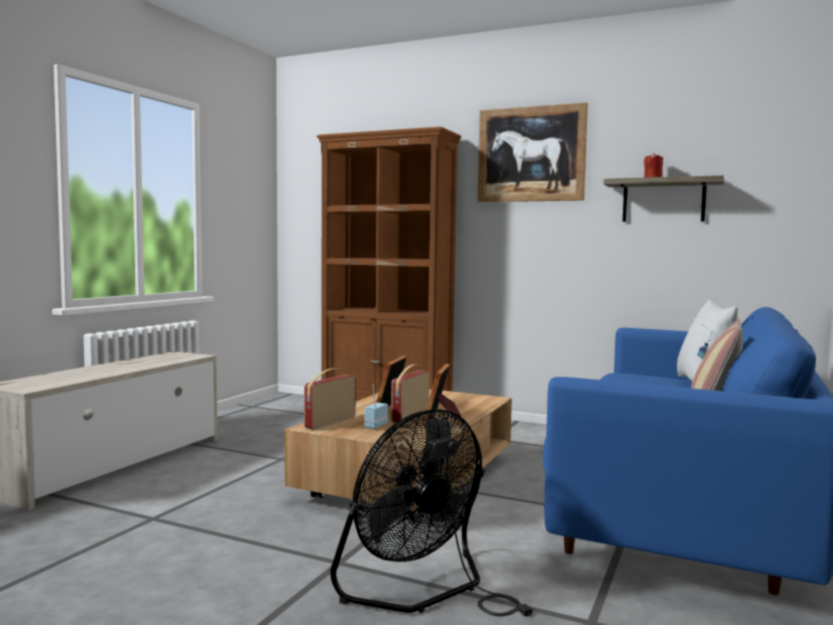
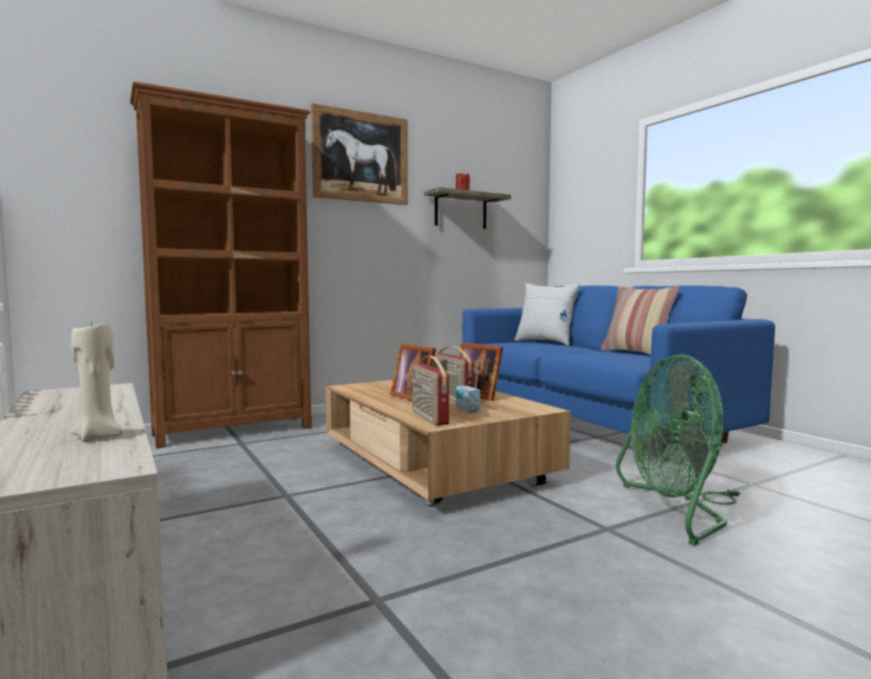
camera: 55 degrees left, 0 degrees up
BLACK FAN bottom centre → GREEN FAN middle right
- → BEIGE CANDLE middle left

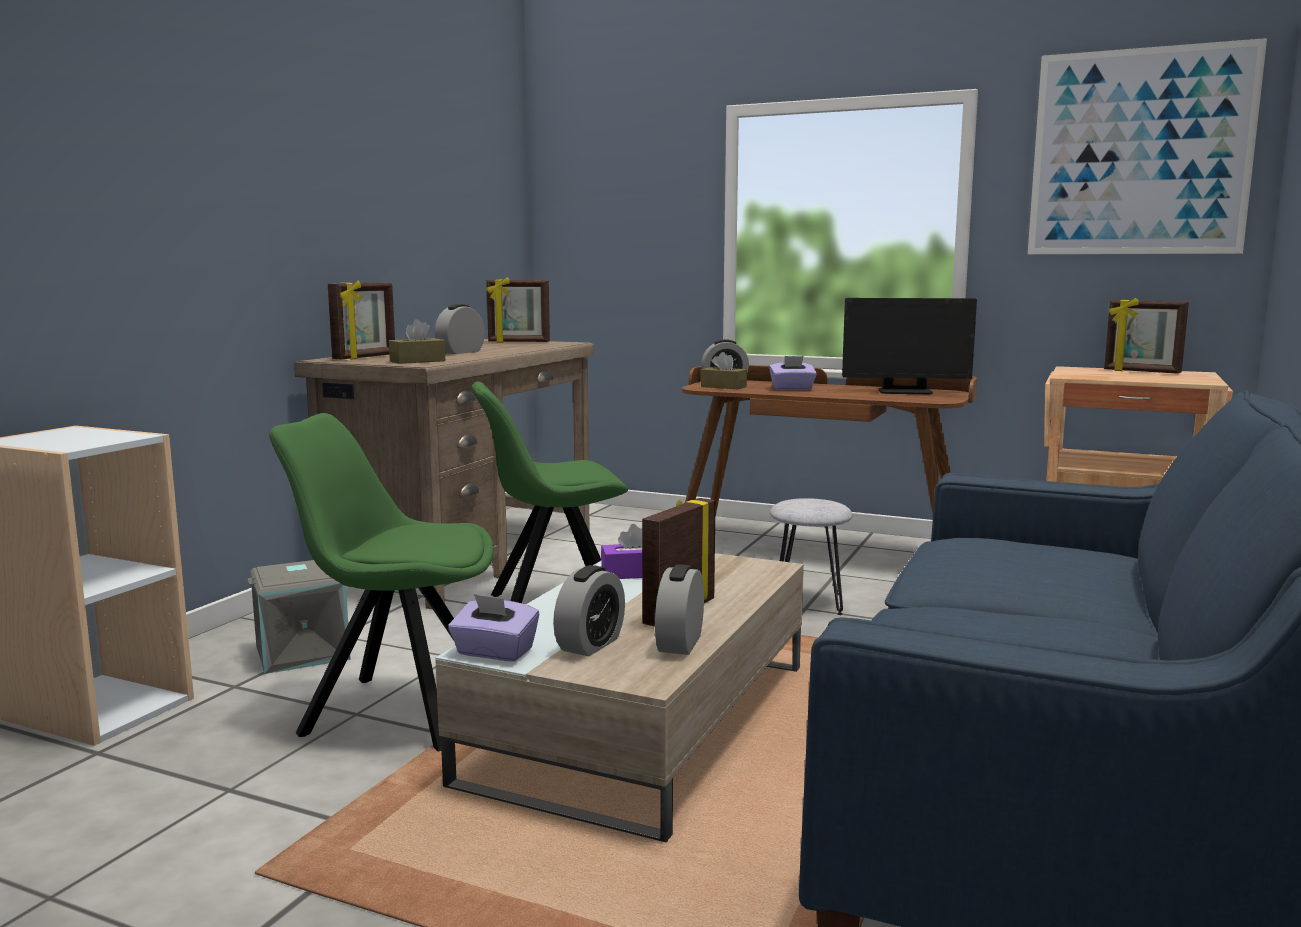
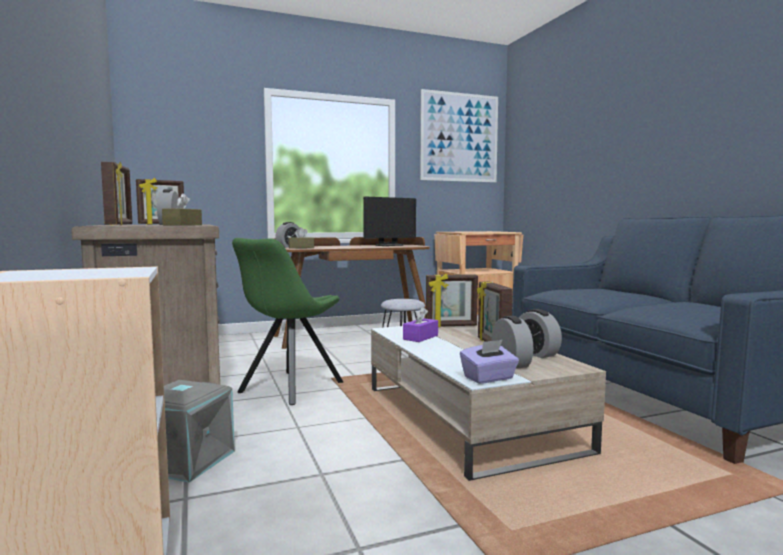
camera: 45 degrees left, 5 degrees down
PICTURE FRAME (no. 4 from left in the first image) middle right → PICTURE FRAME (no. 3 from left) centre, shifted
PURPLE TISSUE BOX (no. 3 from left) centre → -
GREEN CHAIR (no. 1 from left) middle left → -

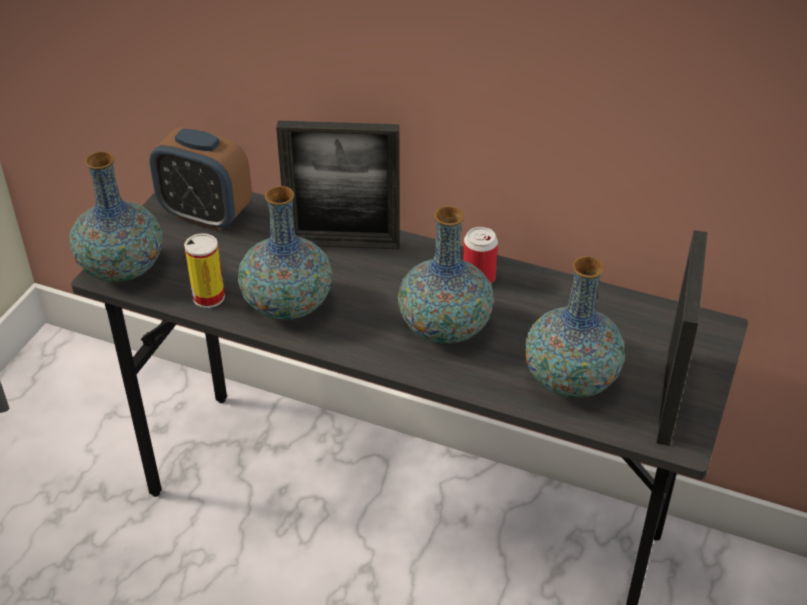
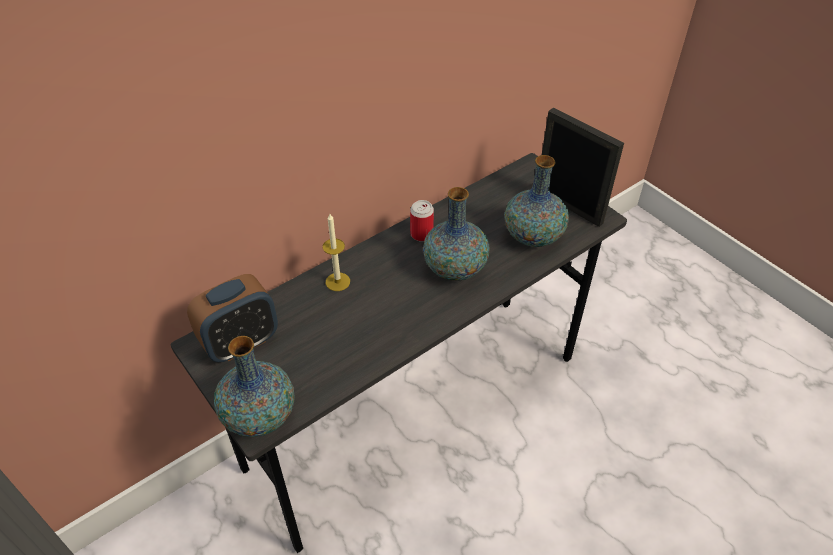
camera: 60 degrees left, 5 degrees up
PICTURE FRAME (no. 1 from left) top centre → CANDLE centre
VASE (no. 2 from left) centre → -
CAN (no. 1 from left) middle left → -

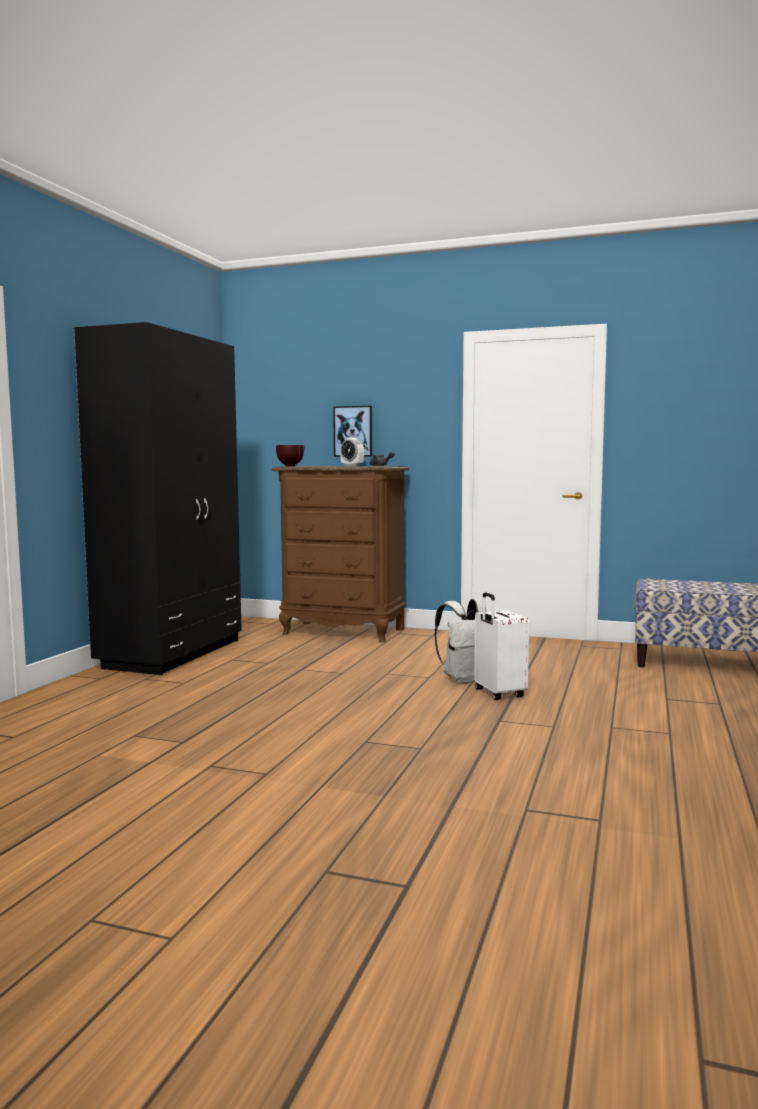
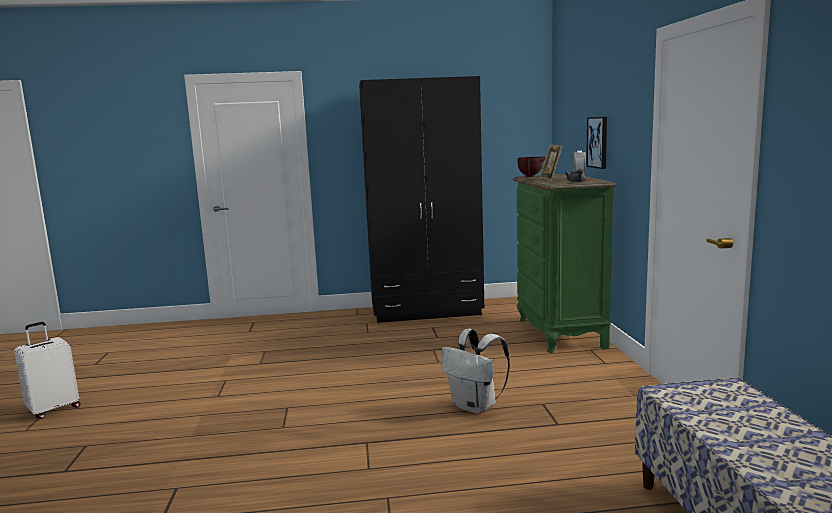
camera: 65 degrees right, 5 degrees up
BROWN DRESSER centre → GREEN DRESSER middle right
WHITE SUITCASE centre → WHITE SUITCASE bottom left, shifted
- → PICTURE FRAME top centre

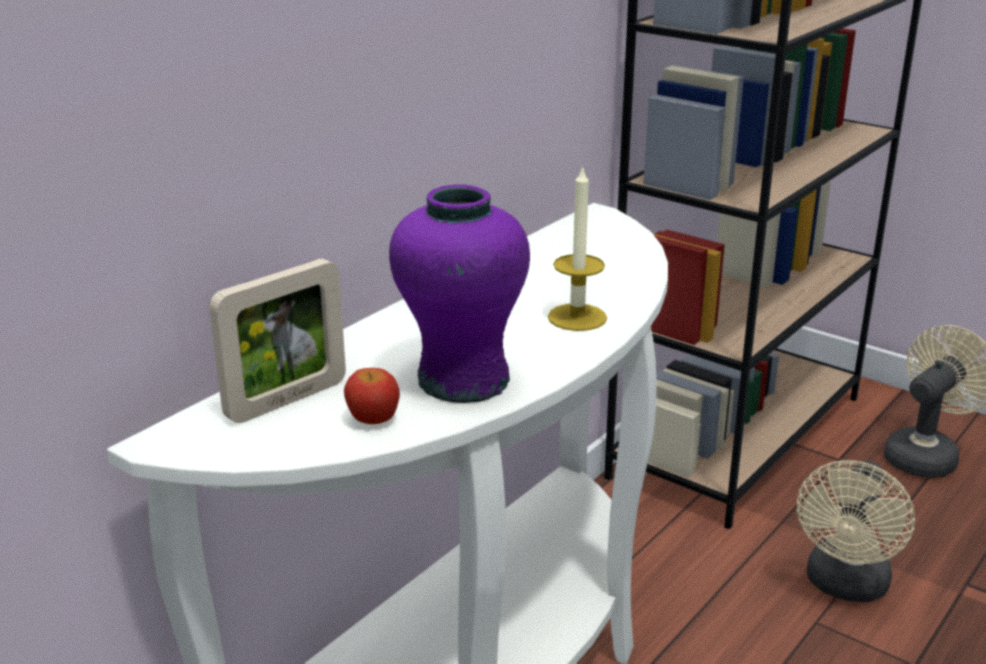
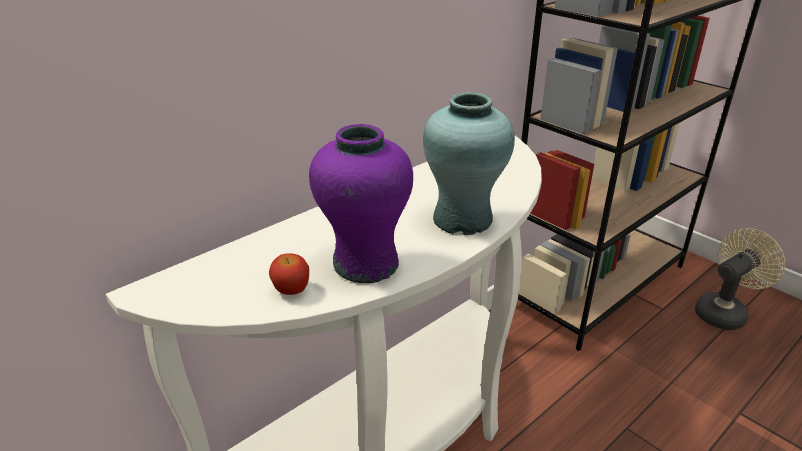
camera: 10 degrees right, 5 degrees up
CANDLE centre → TURQUOISE VASE centre
PICTURE FRAME middle left → -
BEIGE FAN (no. 1 from left) bottom right → -

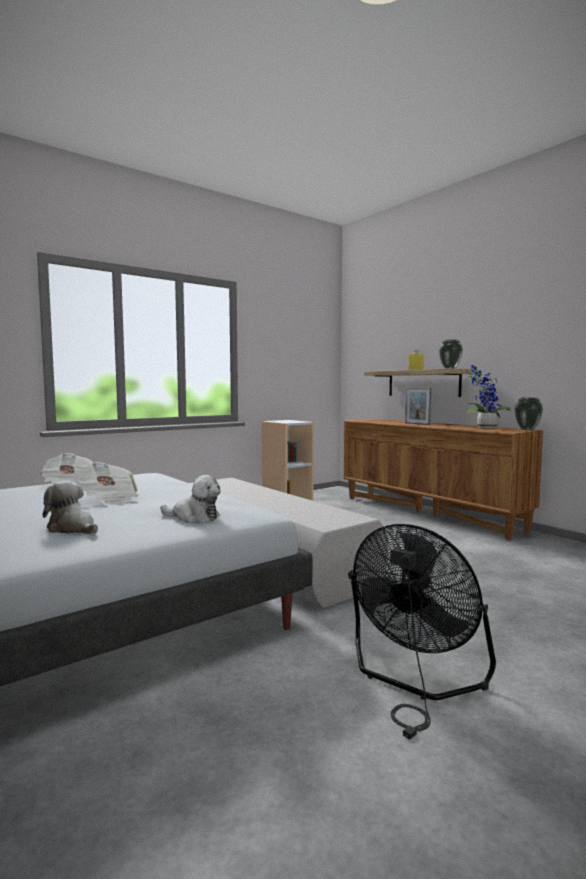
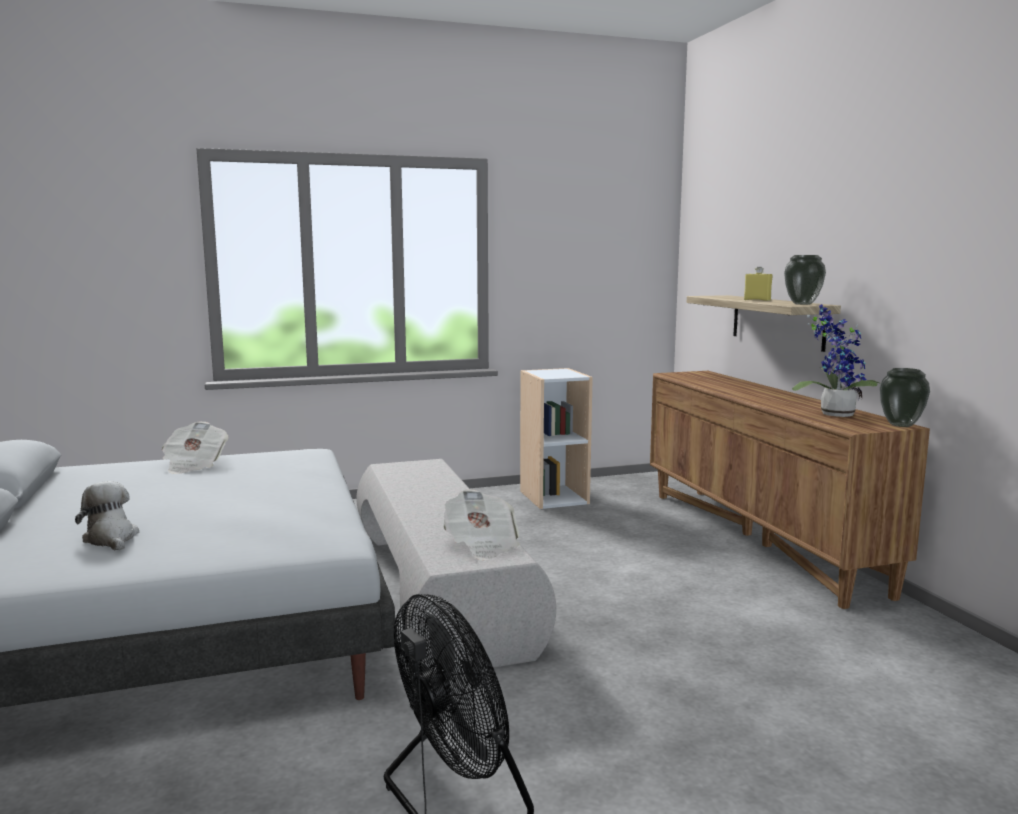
camera: 20 degrees right, 5 degrees up
PICTURE FRAME middle right → -
NEWSPAPER (no. 2 from left) middle left → NEWSPAPER (no. 2 from left) centre, shifted
PLUSH TOY (no. 2 from left) middle left → -

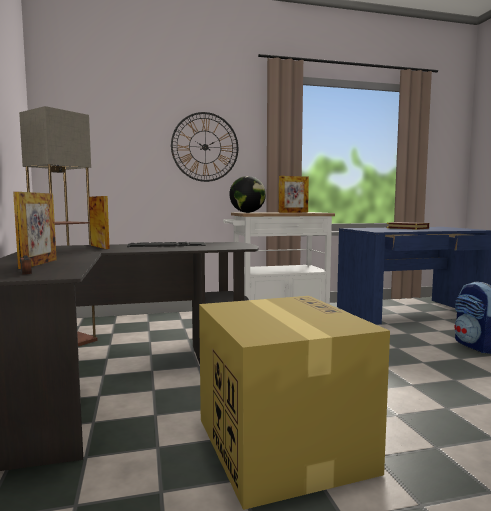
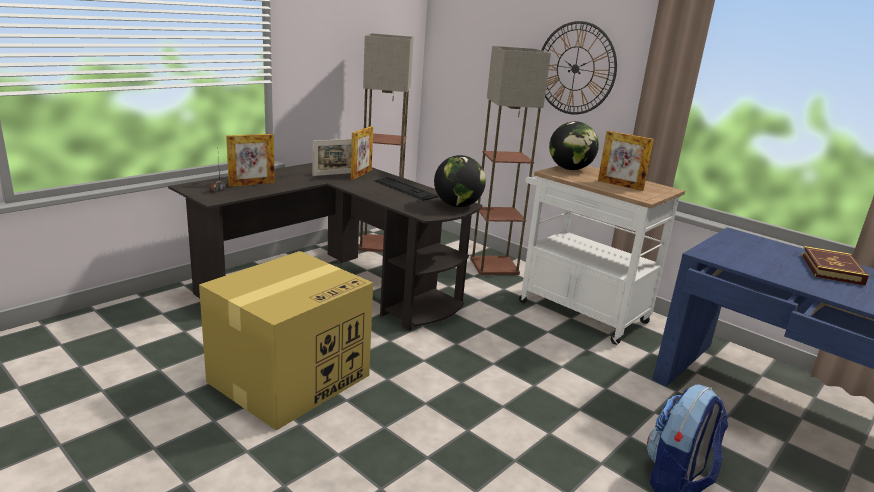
camera: 55 degrees right, 15 degrees up
- → FLOOR LAMP (no. 2 from left) top centre
- → PICTURE FRAME (no. 2 from left) top centre
- → GLOBE (no. 1 from left) centre

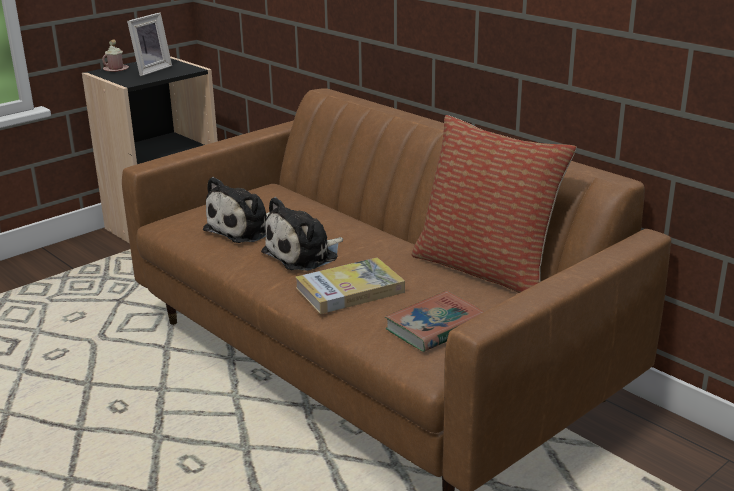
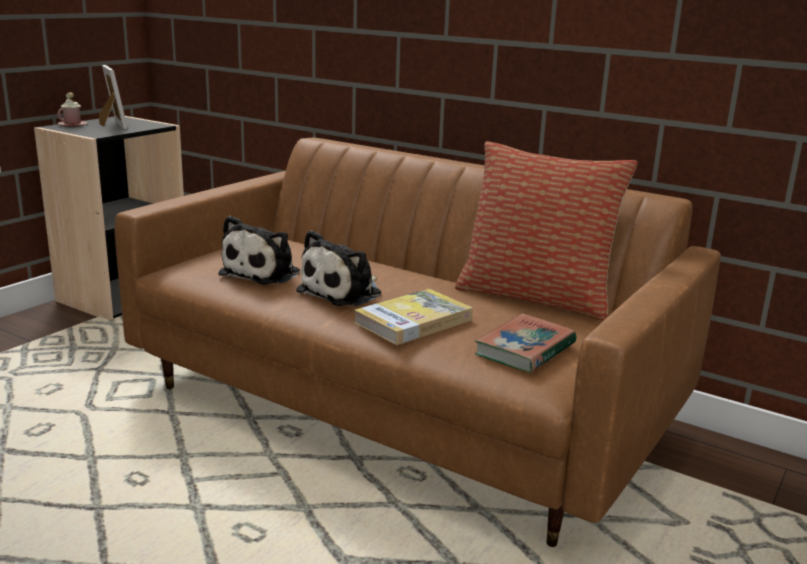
camera: 15 degrees left, 5 degrees down
PICTURE FRAME top left, 45 degrees counterclockwise

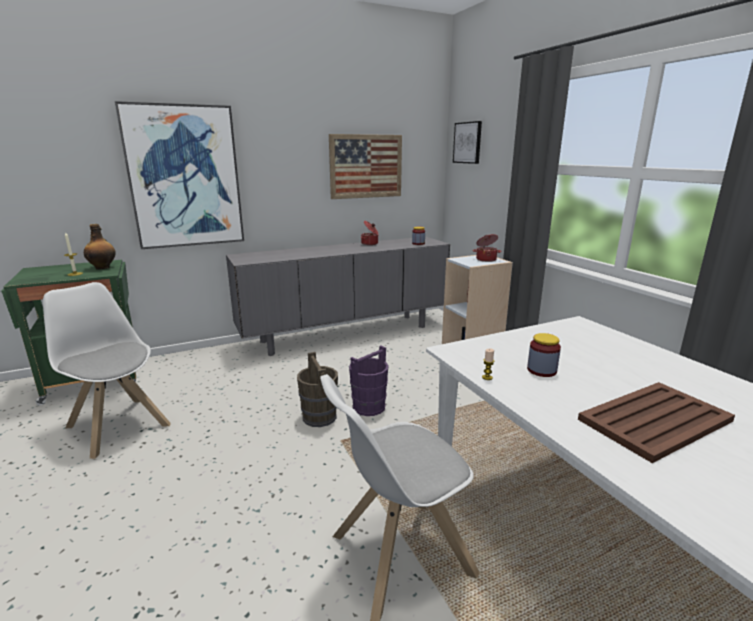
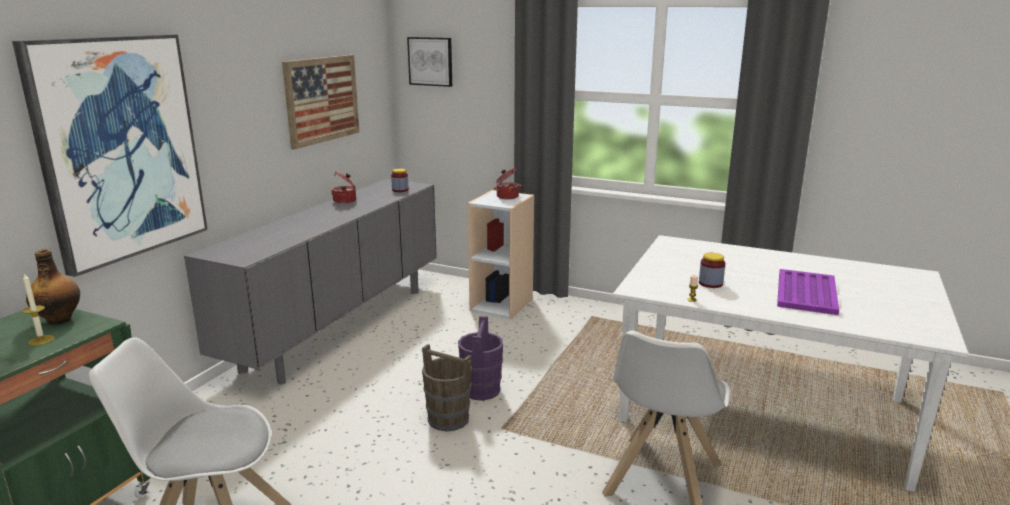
camera: 40 degrees left, 0 degrees up
BROWN TRAY bottom right → PURPLE TRAY middle right

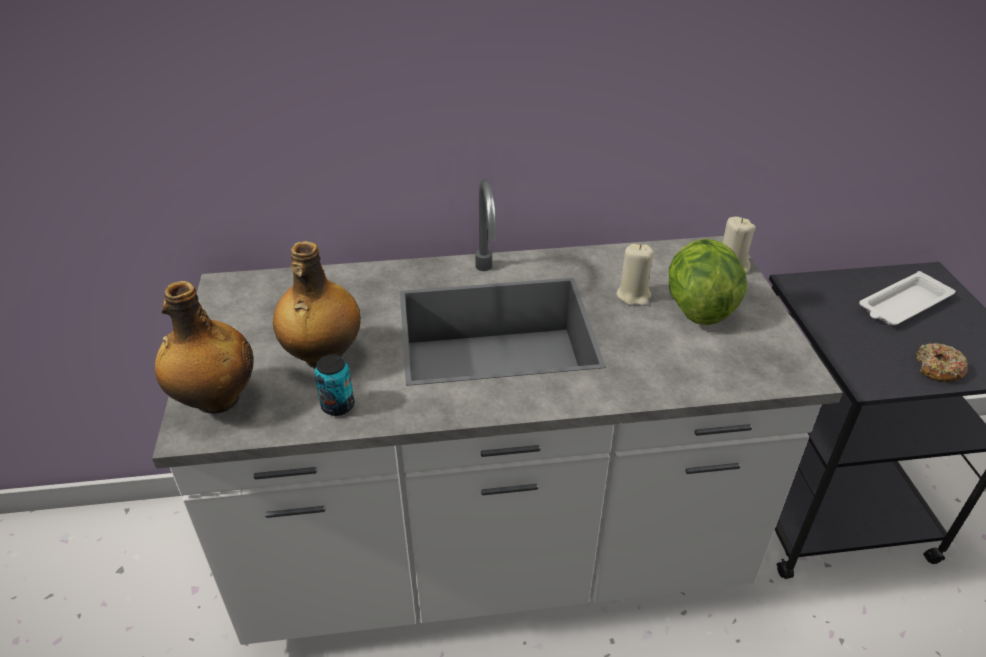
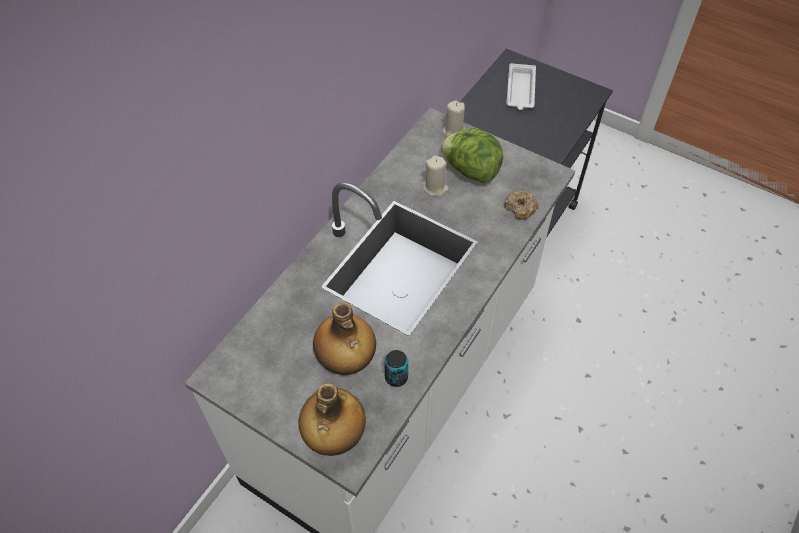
camera: 50 degrees left, 15 degrees up
DONUT middle right → DONUT centre, shifted

